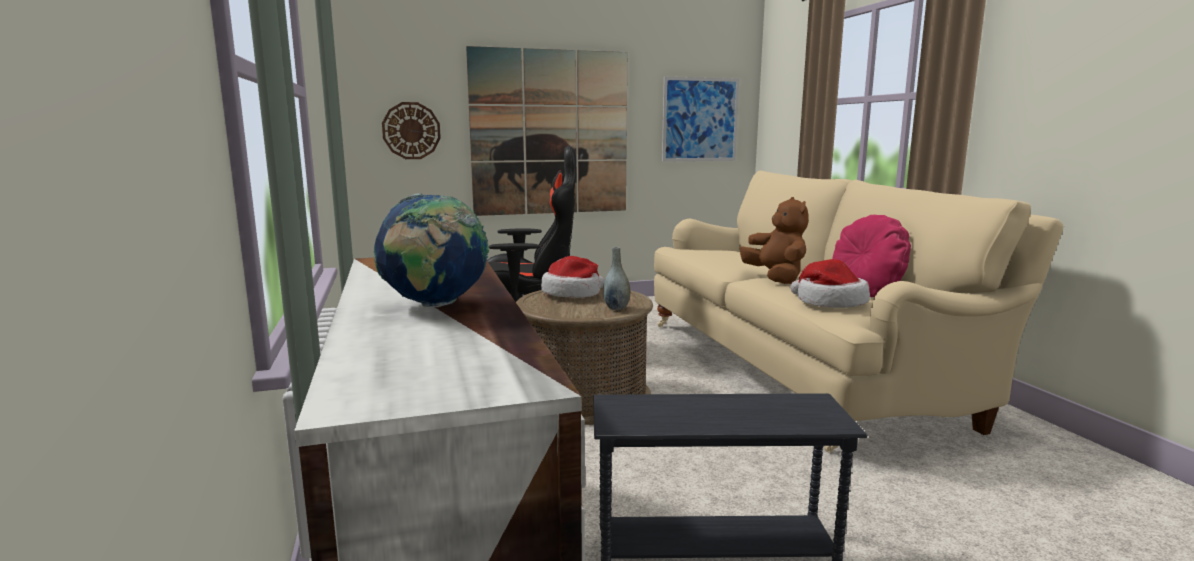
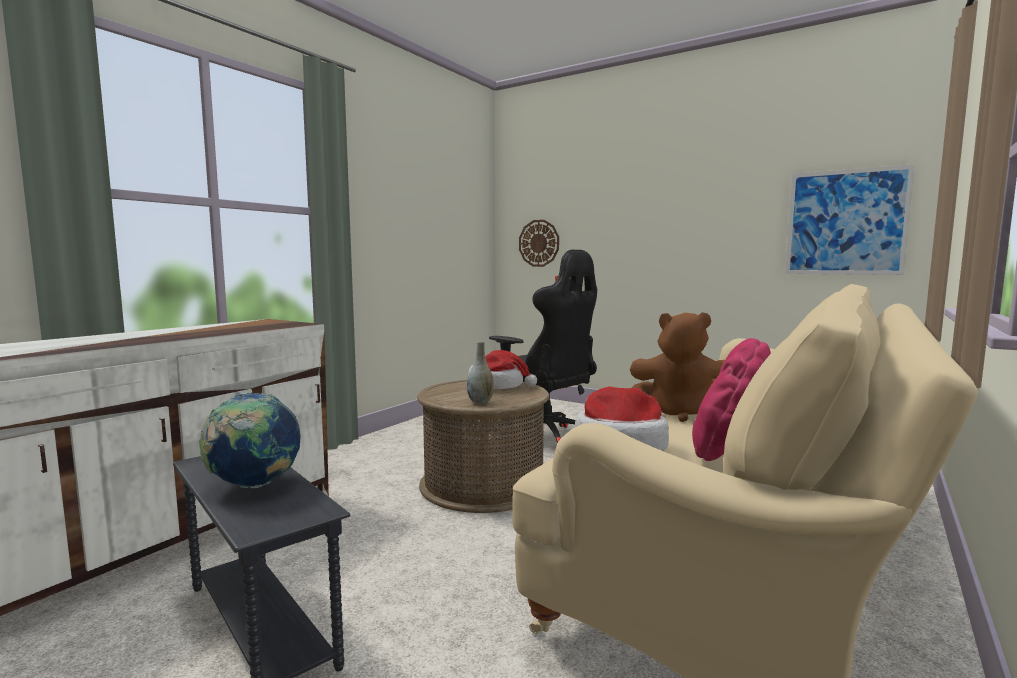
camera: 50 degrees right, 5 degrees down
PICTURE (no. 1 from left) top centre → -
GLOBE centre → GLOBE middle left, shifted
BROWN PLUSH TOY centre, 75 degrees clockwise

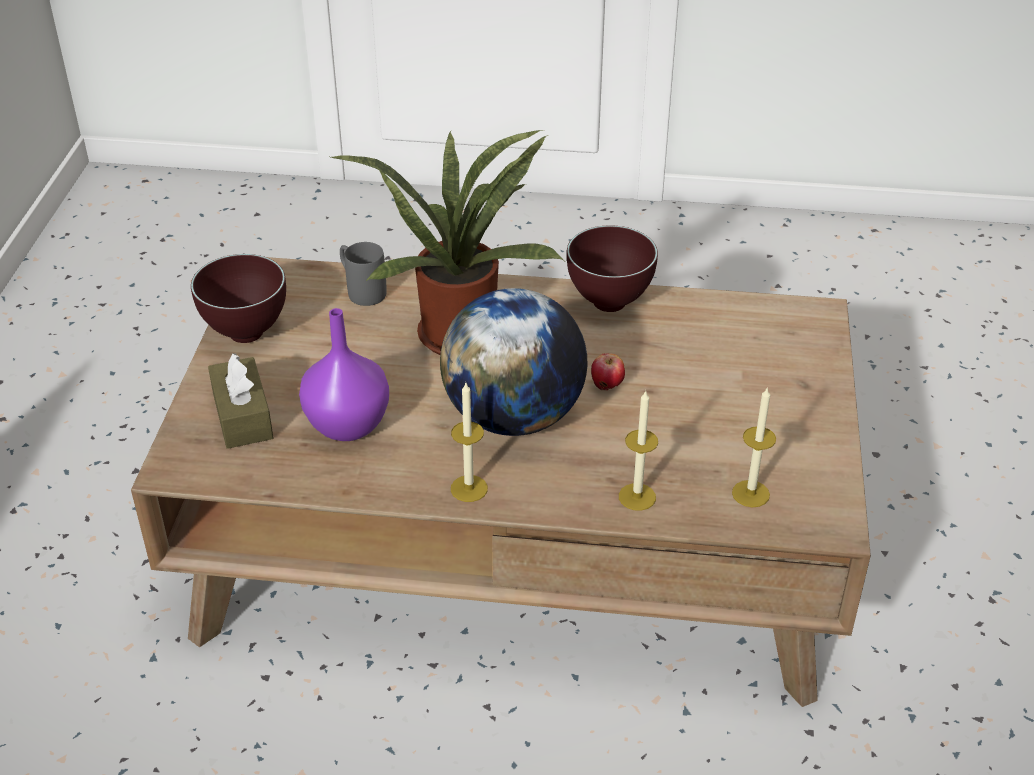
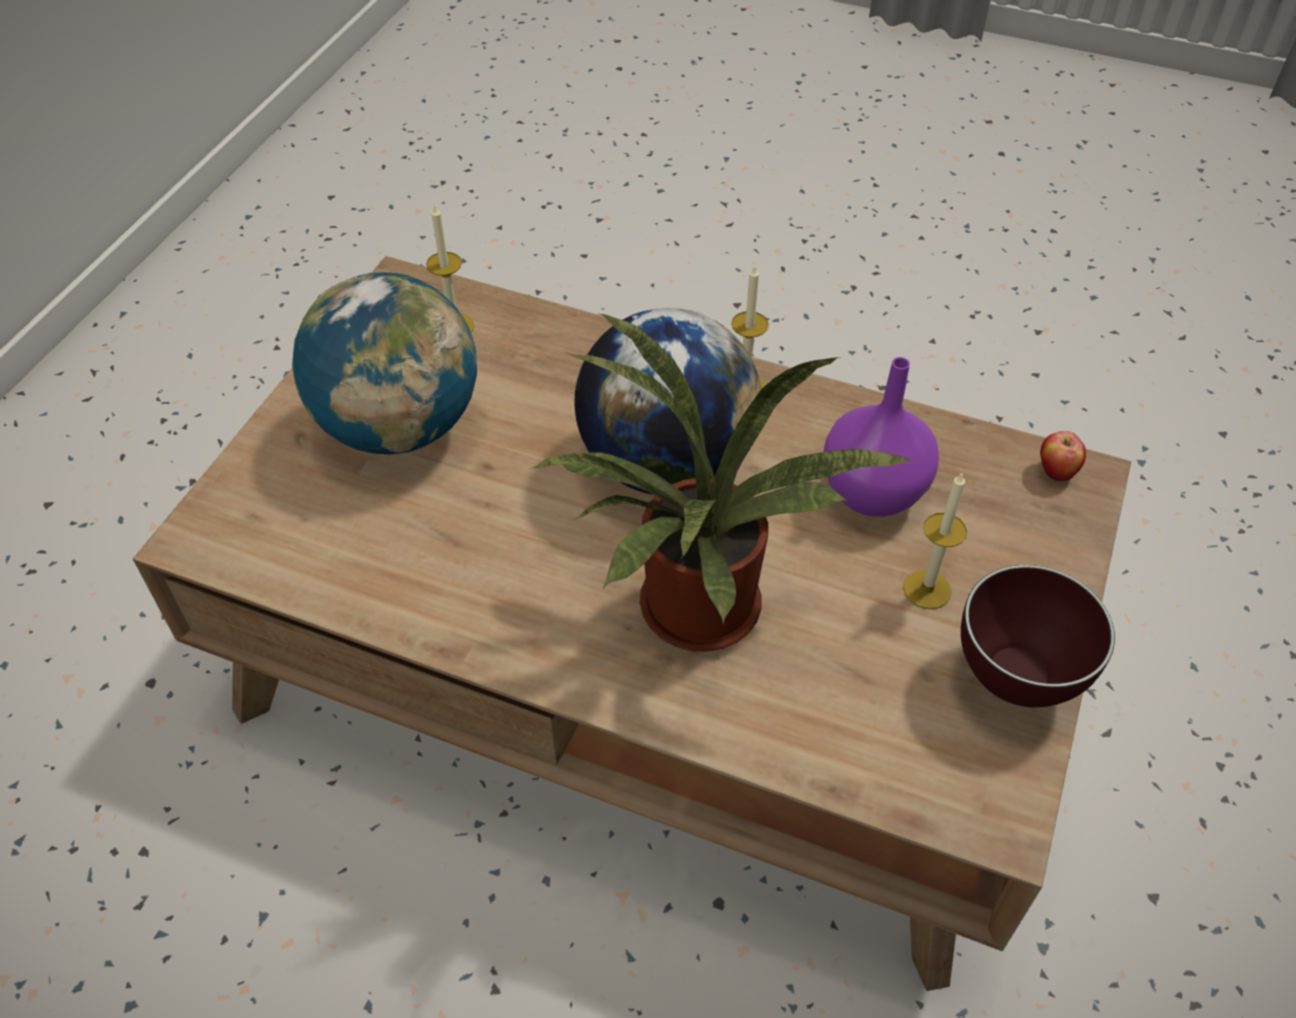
camera: 165 degrees left, 10 degrees up
BROWN BOWL (no. 2 from left) centre → -
GREY MUG centre → -
BROWN TISSUE BOX middle left → -
APPLE centre → APPLE middle right, shifted
CANDLE (no. 2 from left in the first image) centre → CANDLE (no. 3 from left) middle right, shifted
- → GLOBE (no. 1 from left) middle left

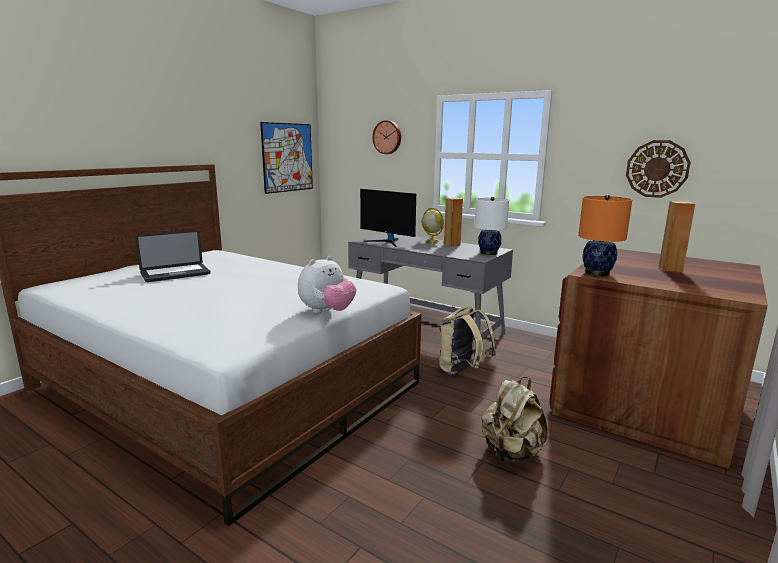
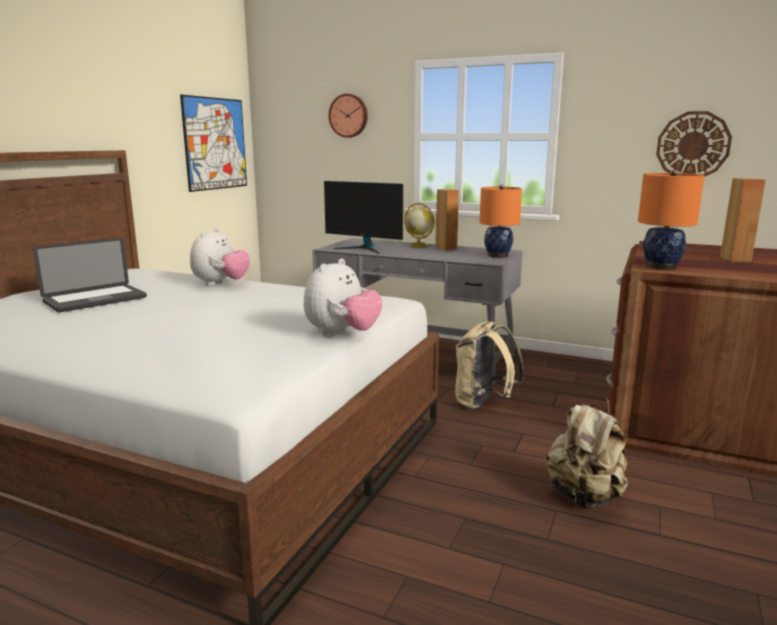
camera: 10 degrees left, 0 degrees up
WHITE TABLE LAMP centre → ORANGE TABLE LAMP (no. 1 from left) centre
- → PLUSH TOY (no. 1 from left) middle left

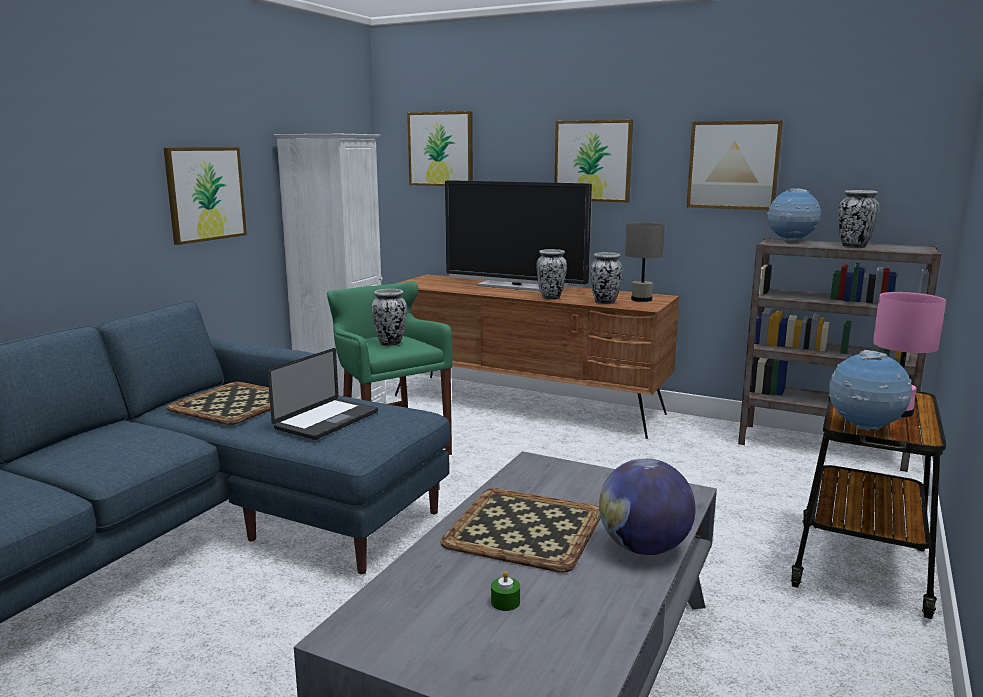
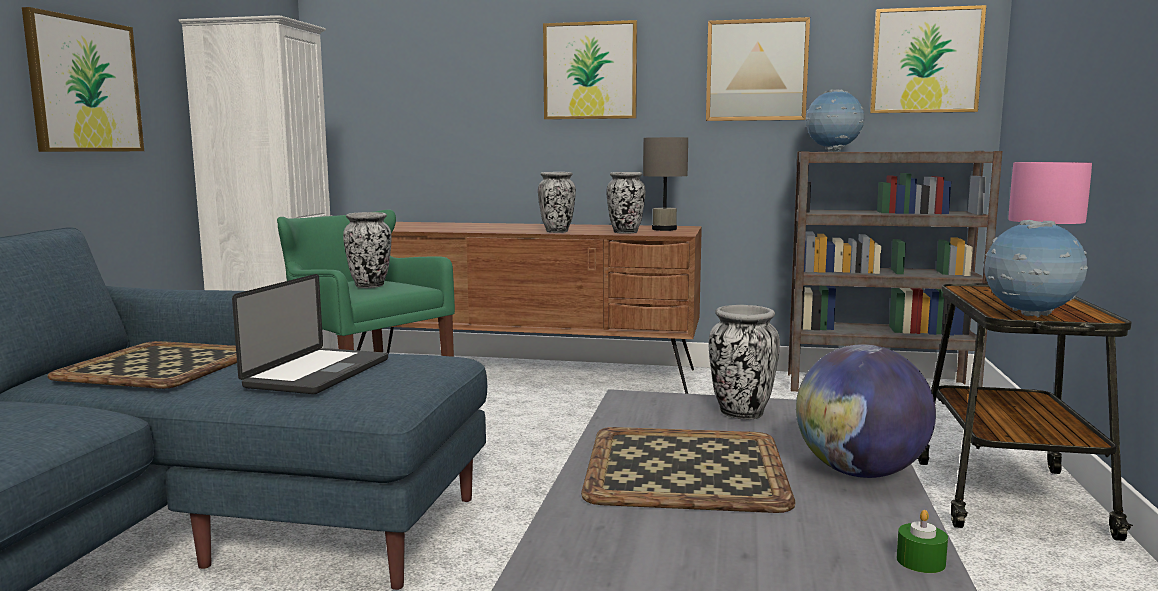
camera: 15 degrees left, 5 degrees down
PICTURE (no. 2 from left in the first image) top centre → PICTURE (no. 4 from left) top right, shifted
TELEVISION centre → -
VASE (no. 4 from left) top right → VASE (no. 4 from left) centre, shifted
GREEN CANDLE bottom centre → GREEN CANDLE bottom right, shifted

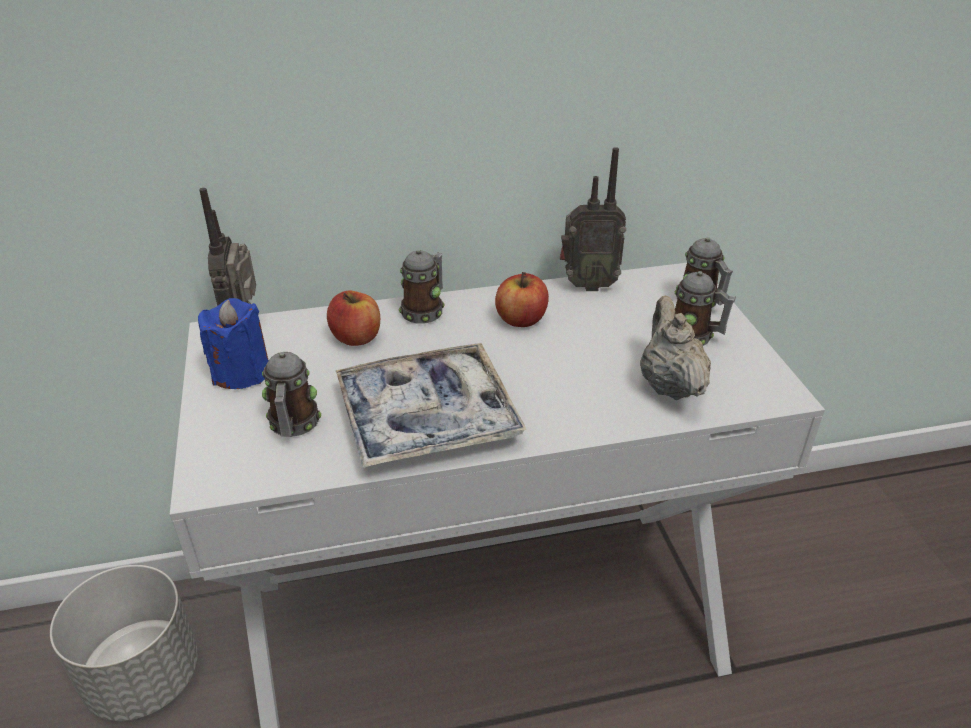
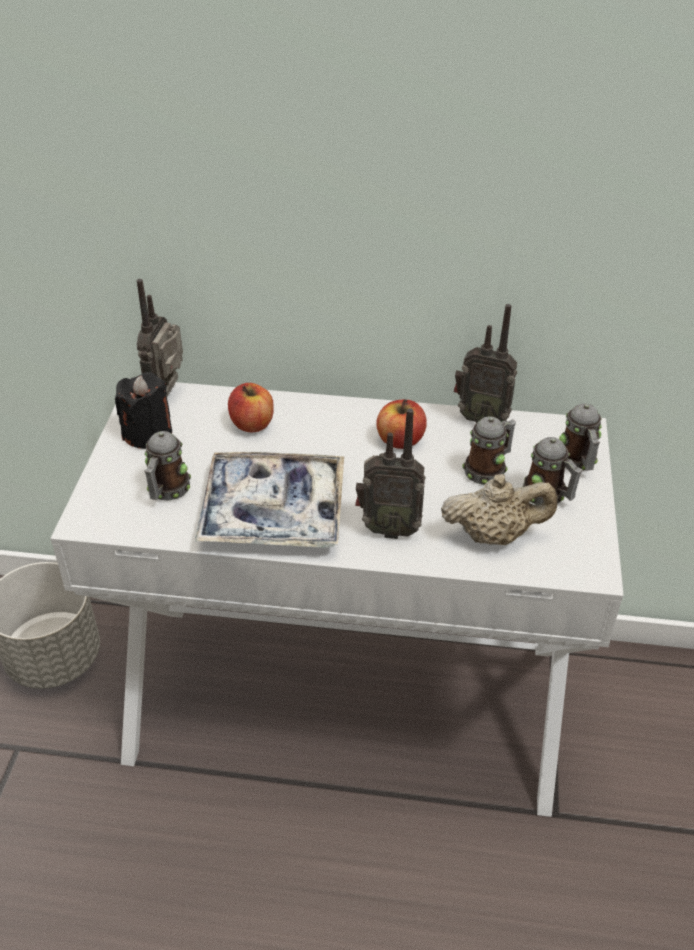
camera: 20 degrees right, 5 degrees up
MUG (no. 2 from left) centre → MUG (no. 2 from left) middle right, shifted
BEIGE TEAPOT middle right, 75 degrees clockwise
BLUE CANDLE middle left → BLACK CANDLE middle left
- → RADIO (no. 2 from left) centre

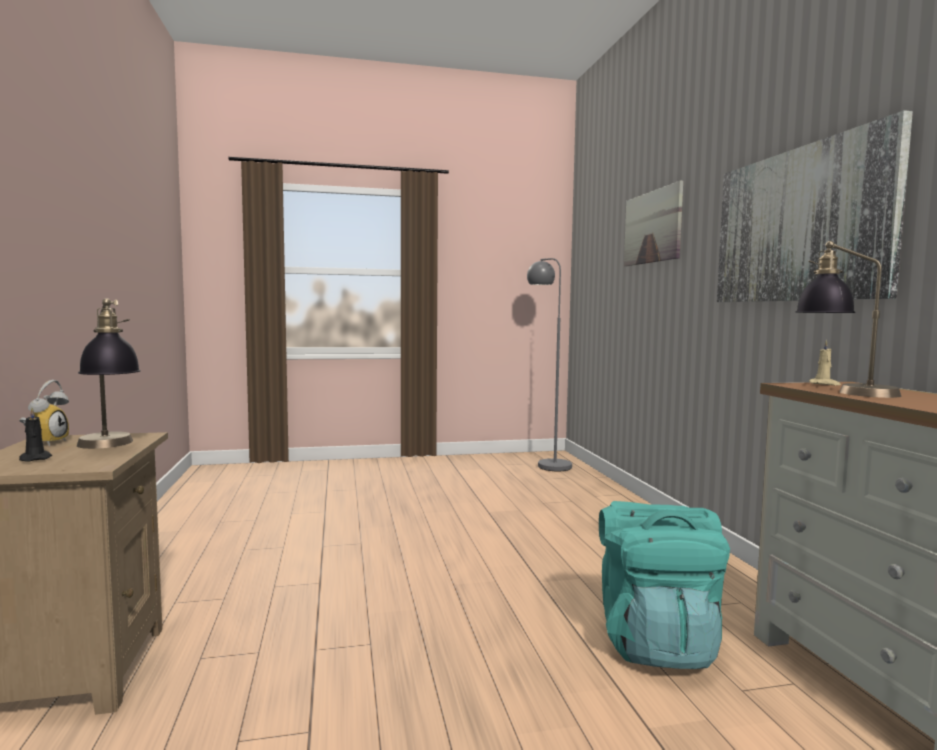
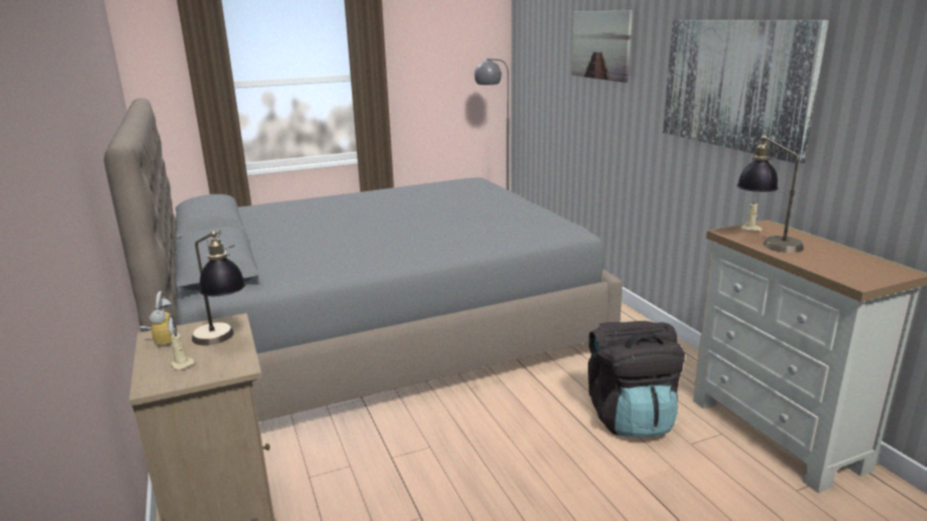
camera: 10 degrees left, 15 degrees up
BLACK CANDLE middle left → BEIGE CANDLE (no. 1 from left) bottom left
TURQUOISE BACKPACK bottom right → BLACK BACKPACK bottom right
- → GREY BED centre

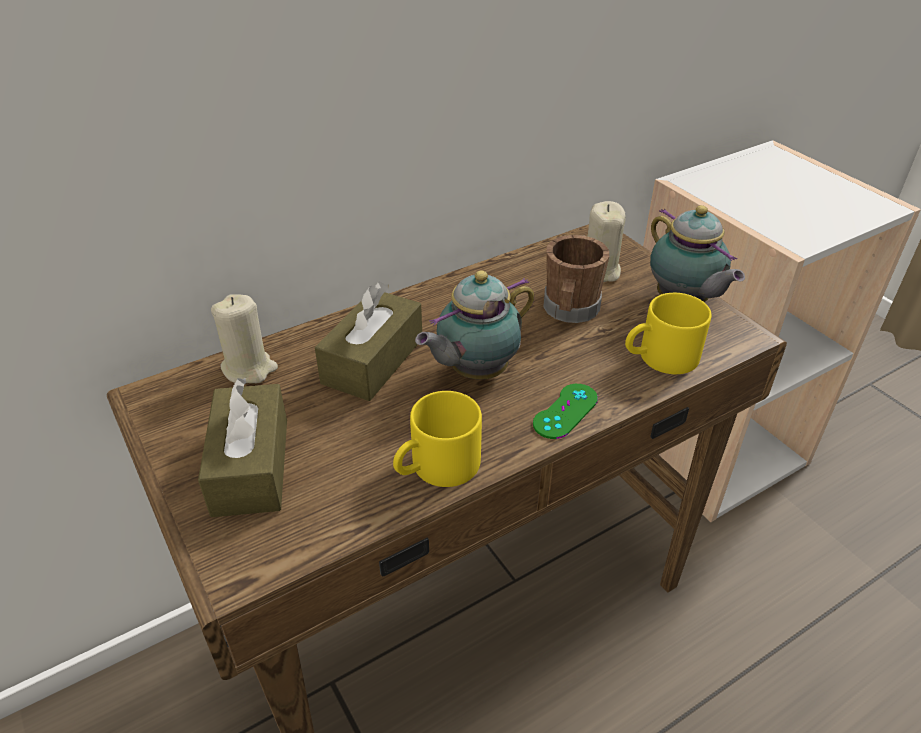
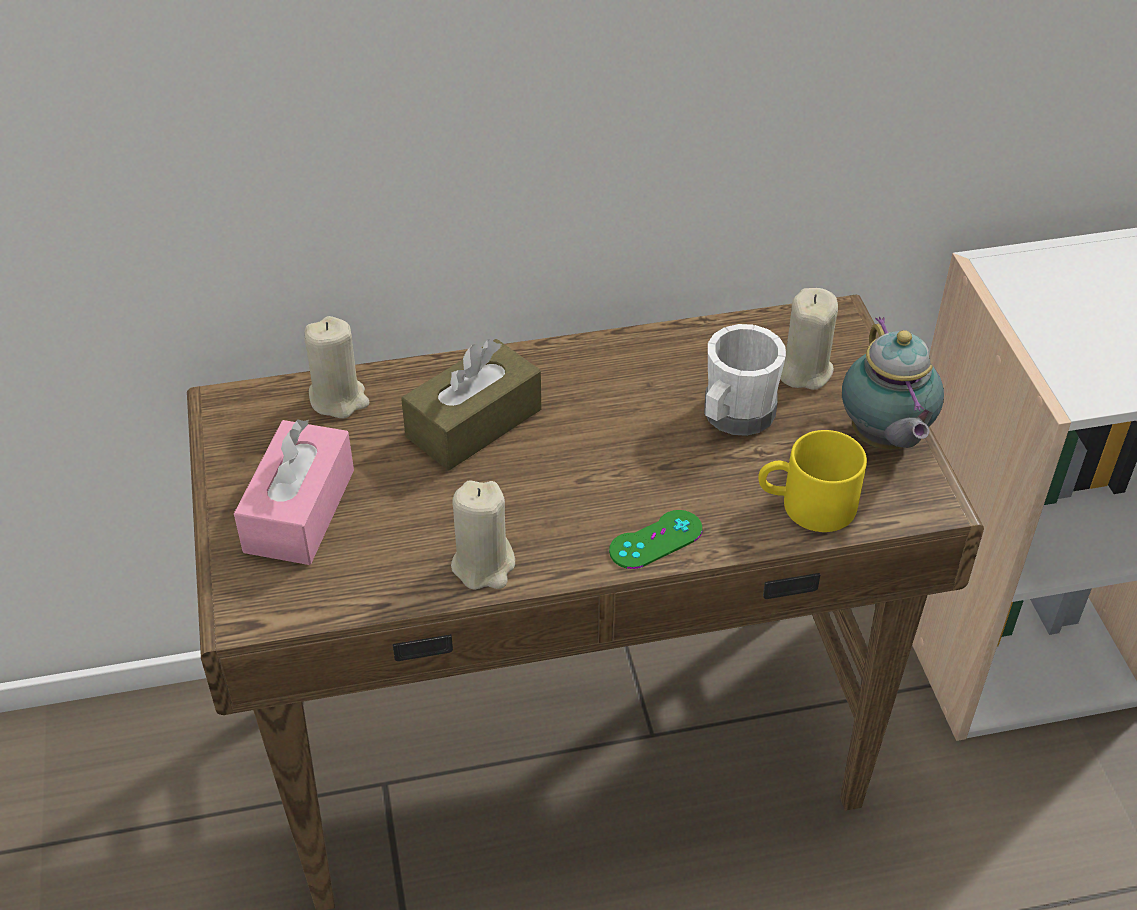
camera: 20 degrees right, 5 degrees up
BROWN MUG centre → WHITE MUG centre
TEAPOT (no. 1 from left) centre → -
BROWN TISSUE BOX (no. 1 from left) middle left → PINK TISSUE BOX middle left
YELLOW MUG (no. 1 from left) centre → BEIGE CANDLE (no. 2 from left) centre

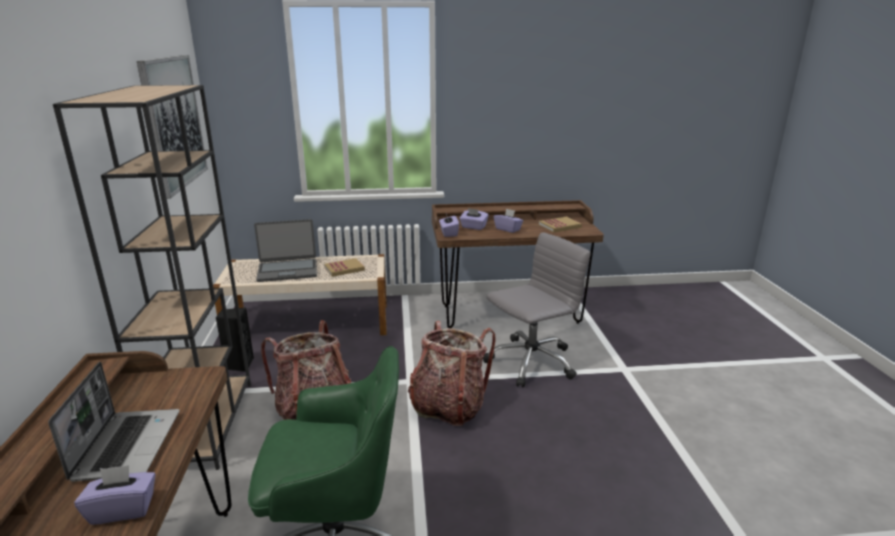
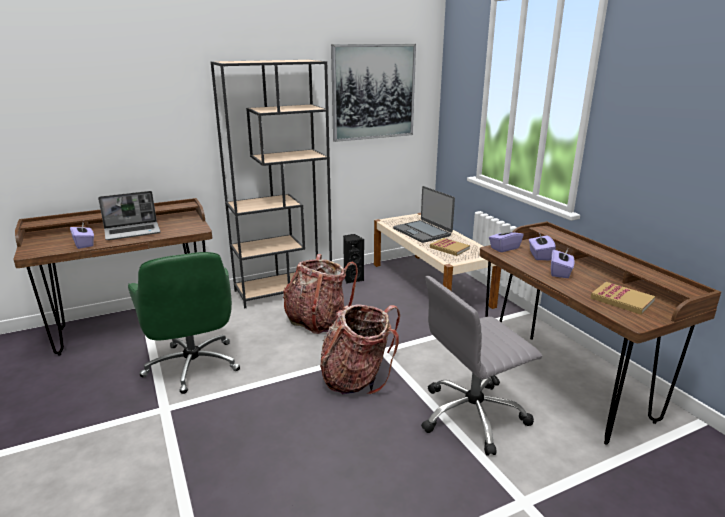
camera: 70 degrees right, 0 degrees up
GREY OFFICE CHAIR centre → GREY OFFICE CHAIR bottom centre, 120 degrees clockwise

